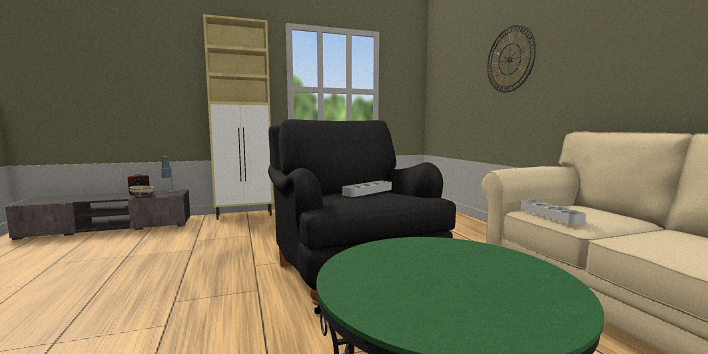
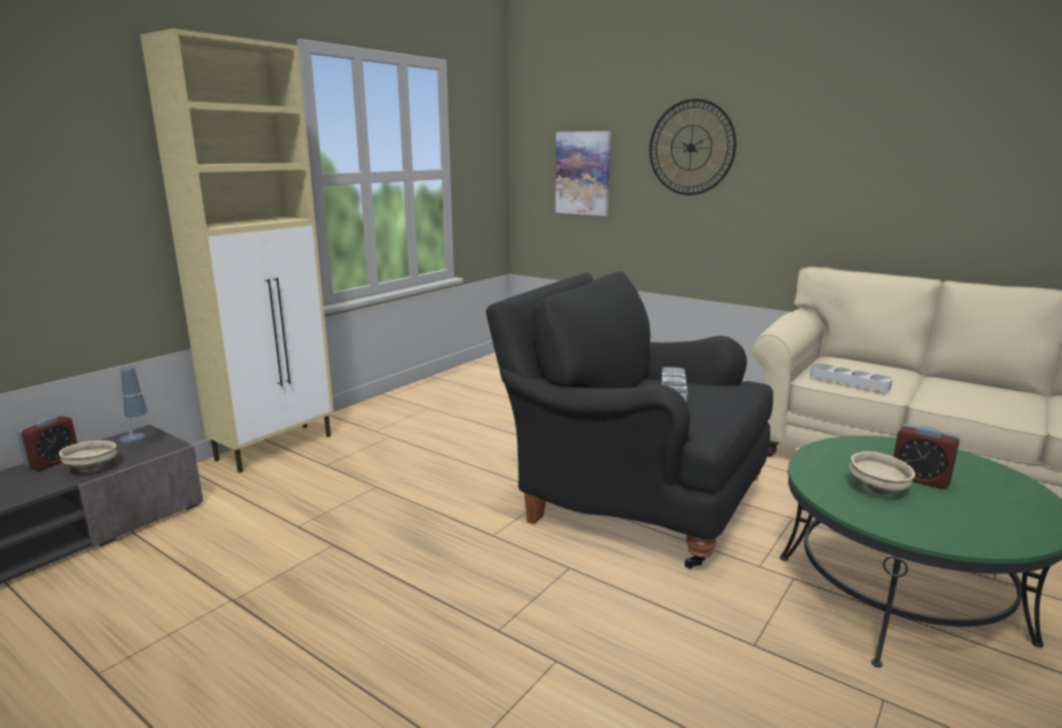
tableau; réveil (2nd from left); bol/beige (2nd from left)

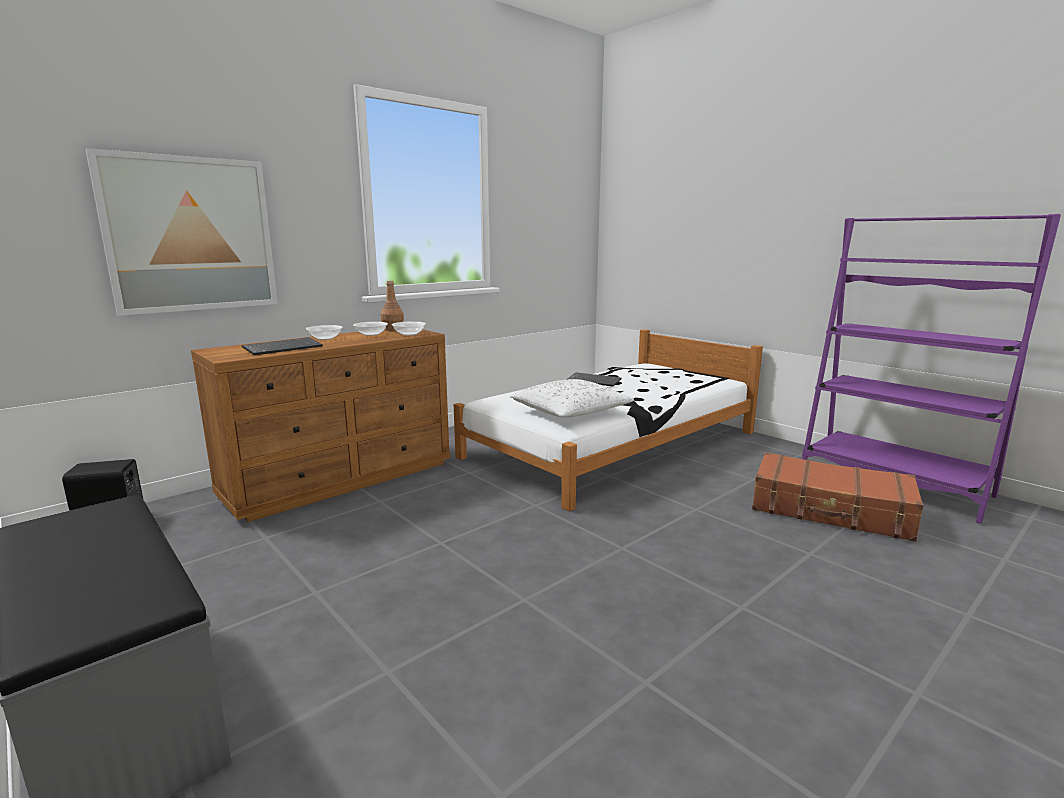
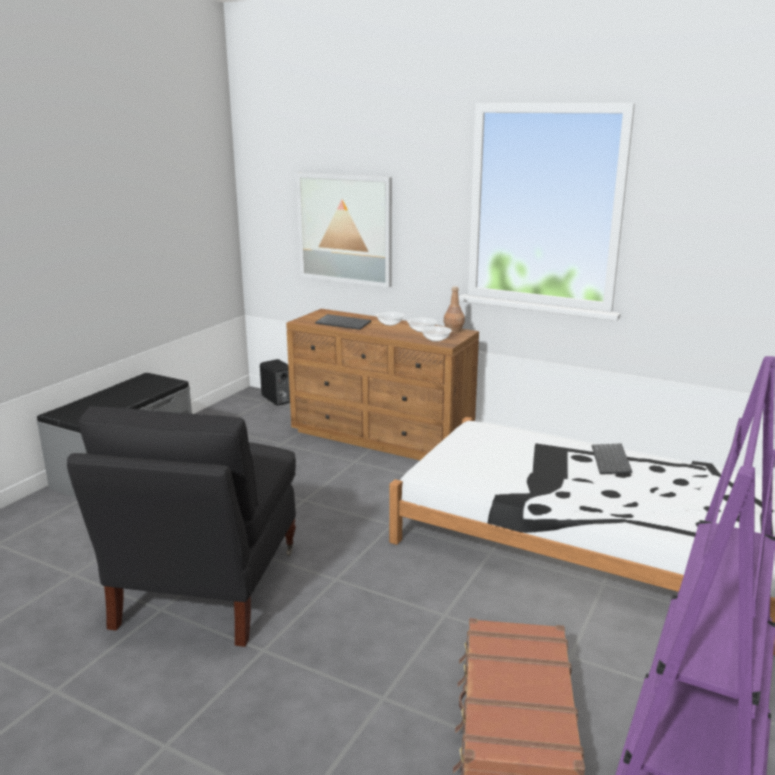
coussin/blanc; fauteuil/noir

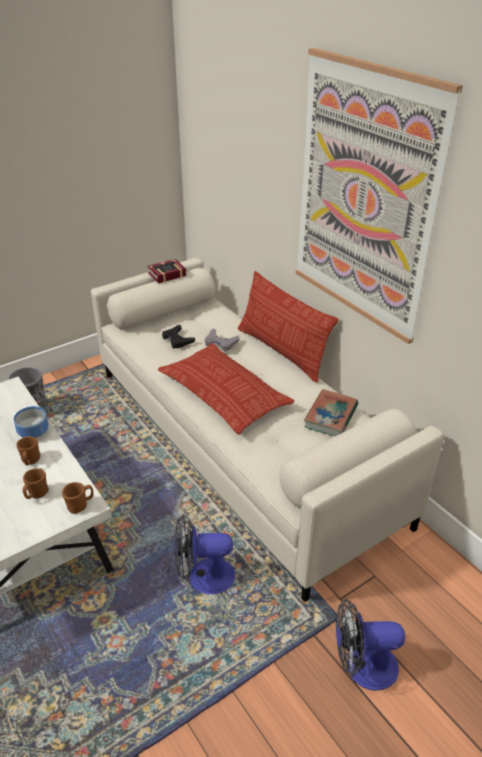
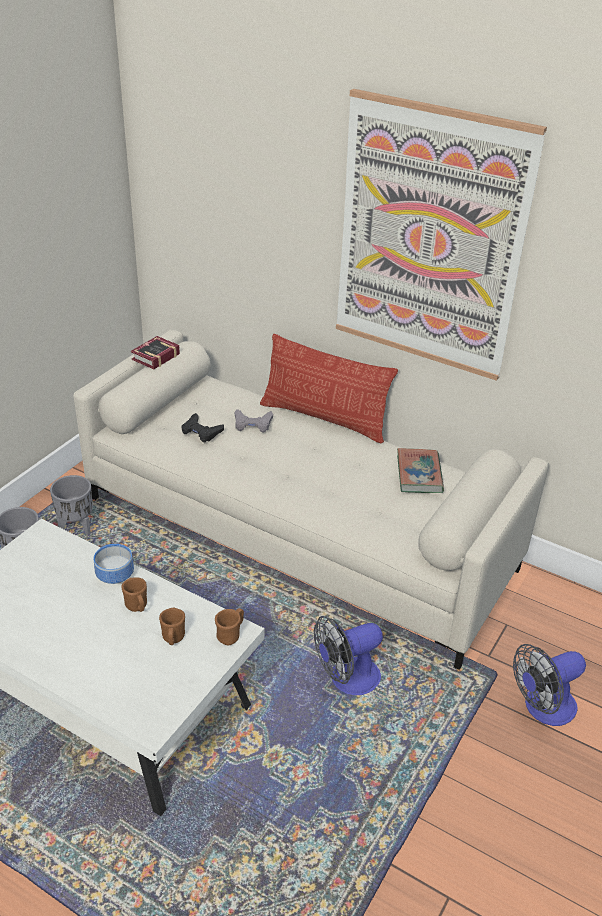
coussin (1st from left in the first image); cache-pot/gris (2nd from left)

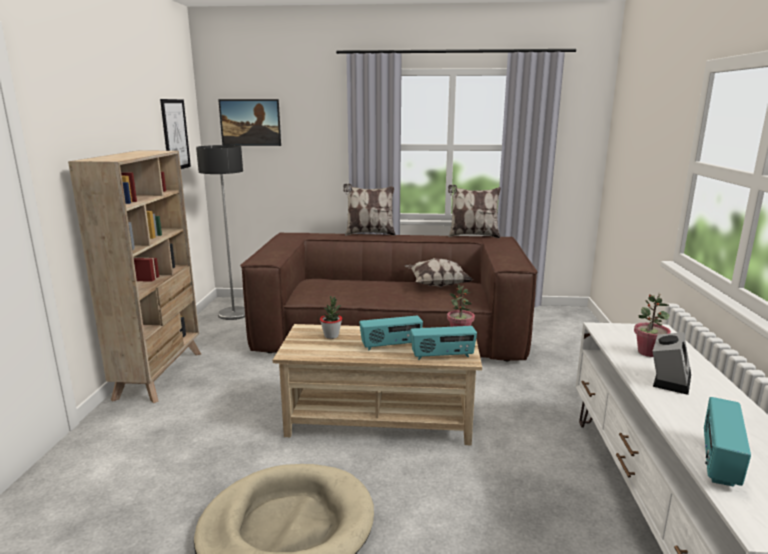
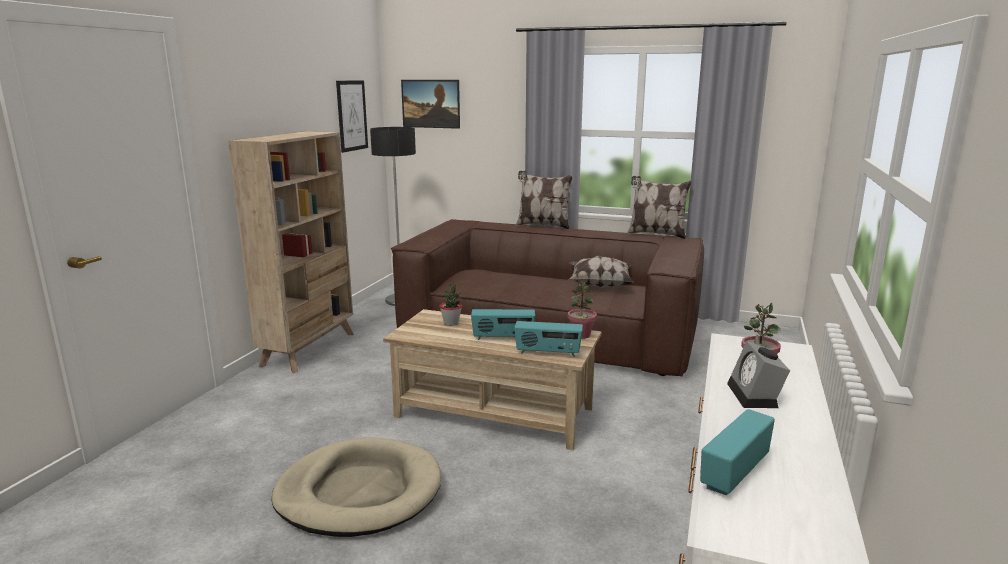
réveil

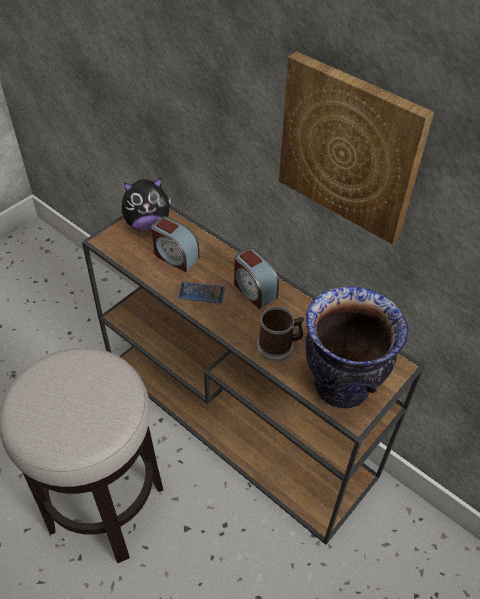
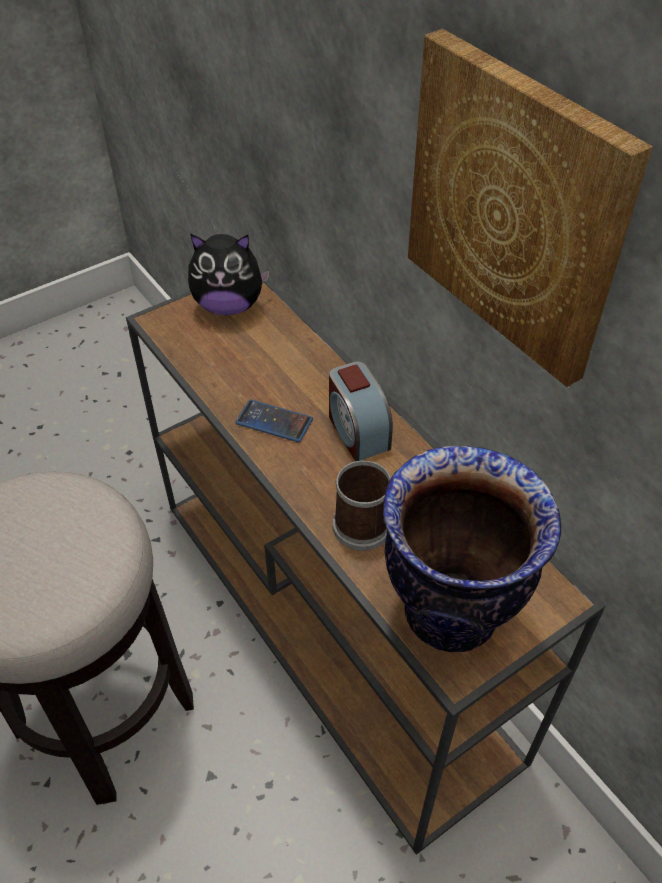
réveil (1st from left in the first image)

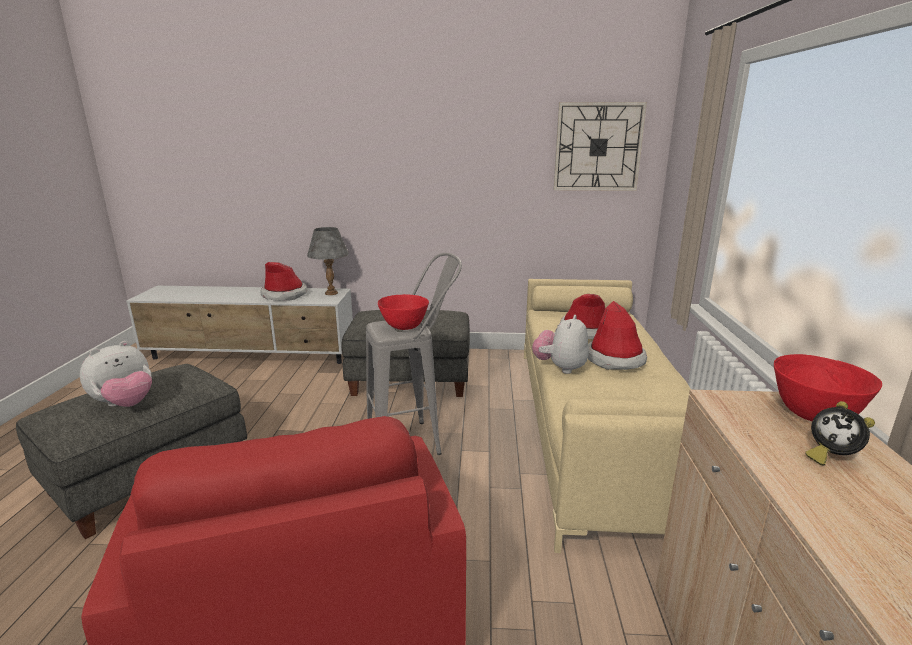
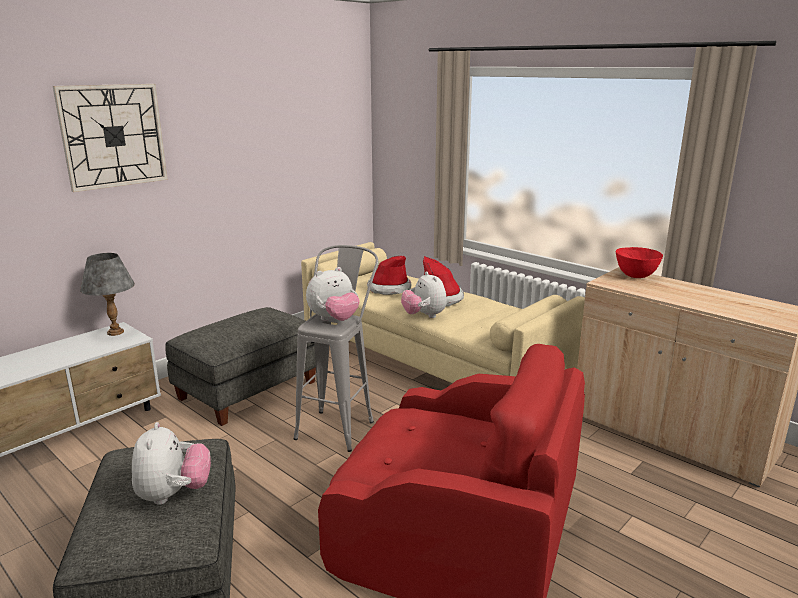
horloge murale; chapeau (1st from left in the first image); peluche (2nd from left); réveil

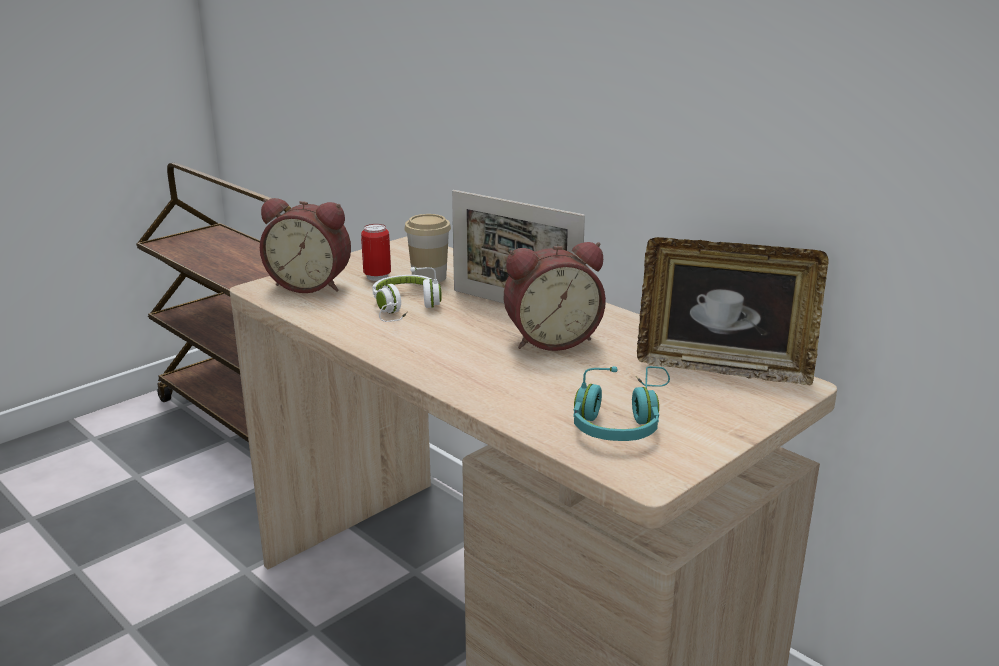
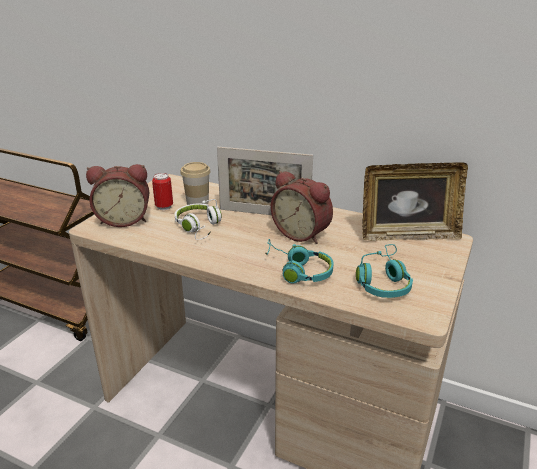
réveil (2nd from left); casque audio/turquoise (1st from left)

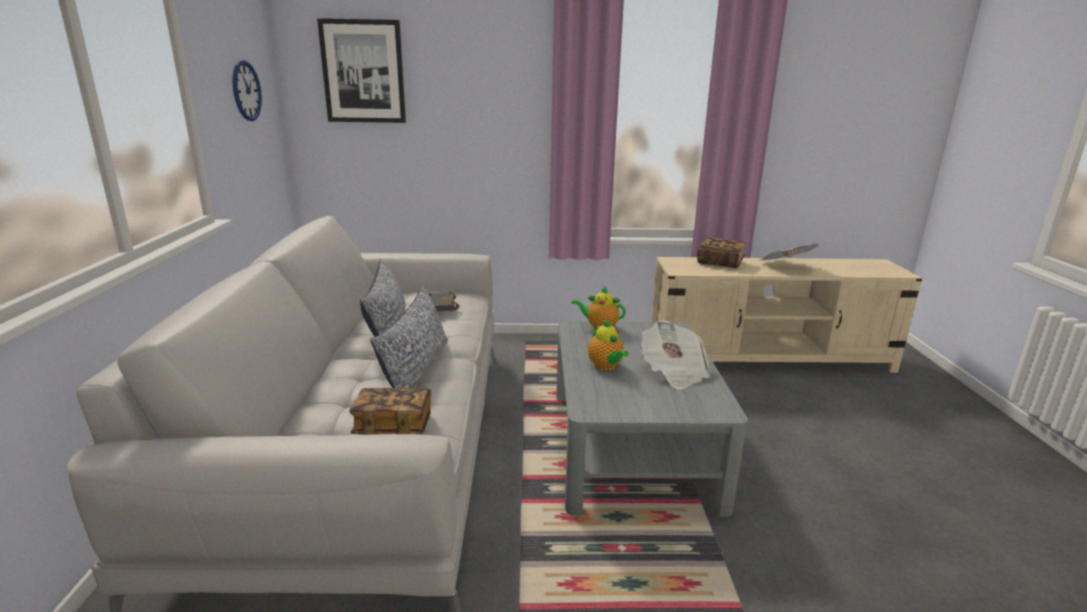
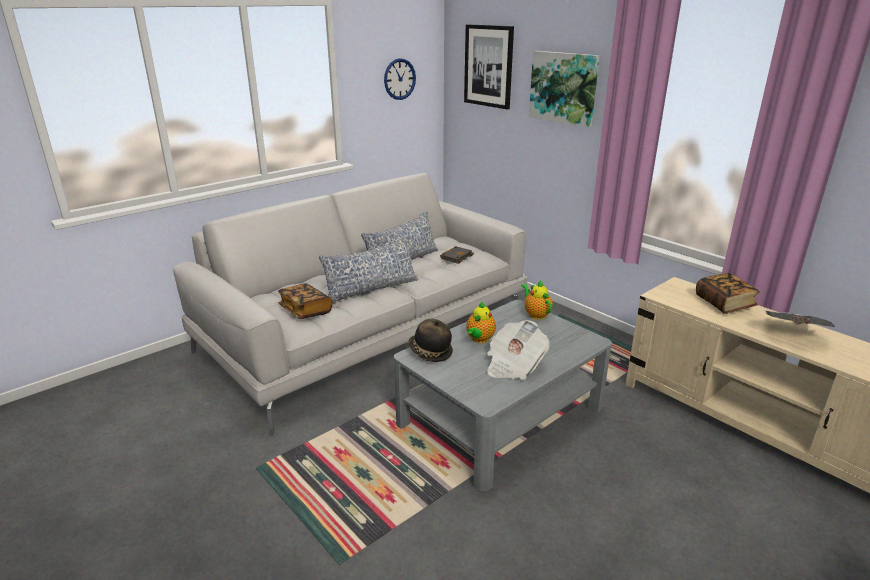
tableau (2nd from left); chapeau

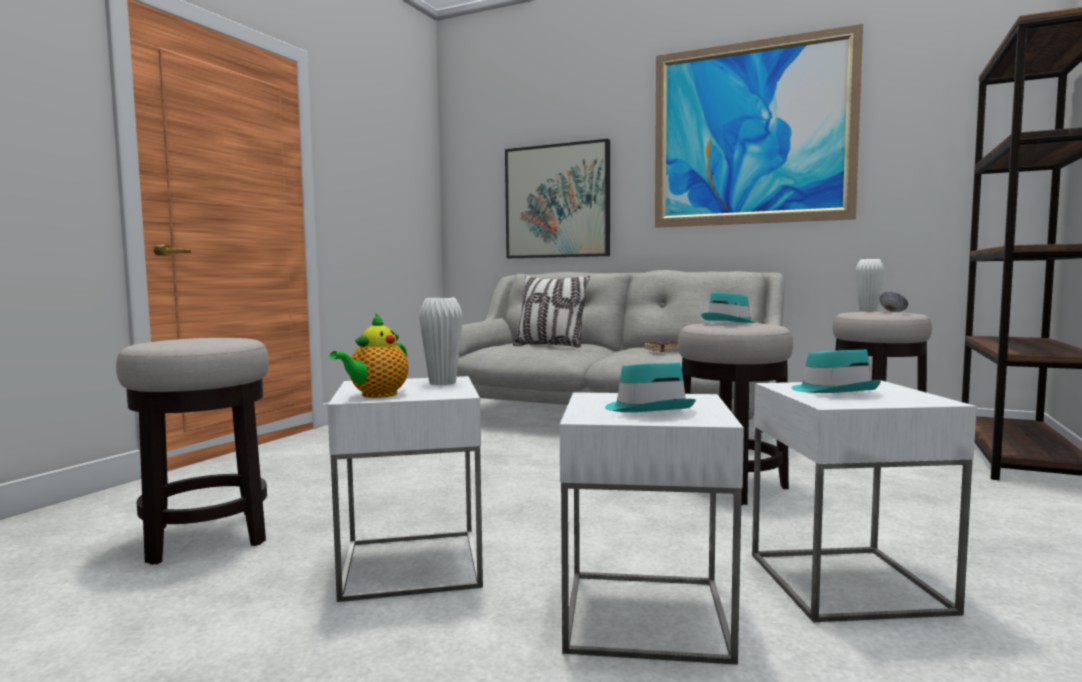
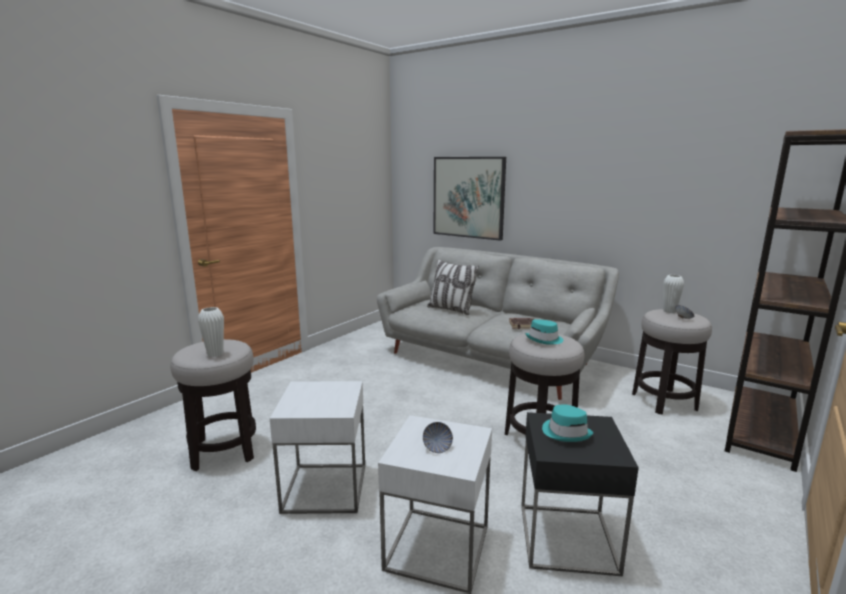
tableau (2nd from left in the first image); vase/blanc (1st from left); théière; bol (1st from left); table d'appoint/noir

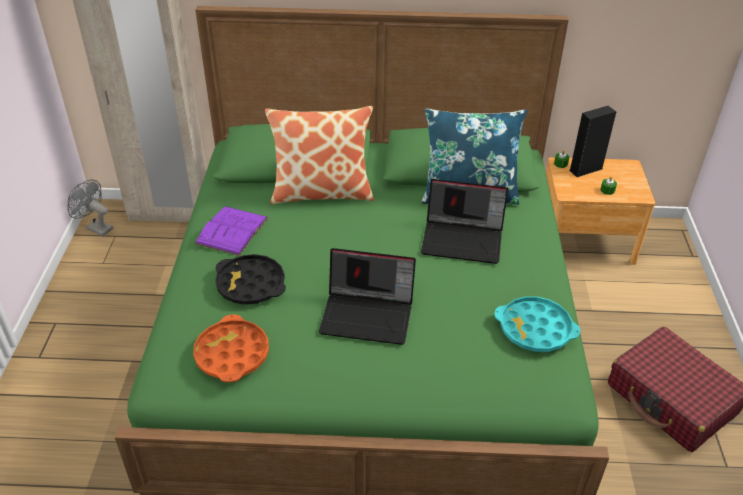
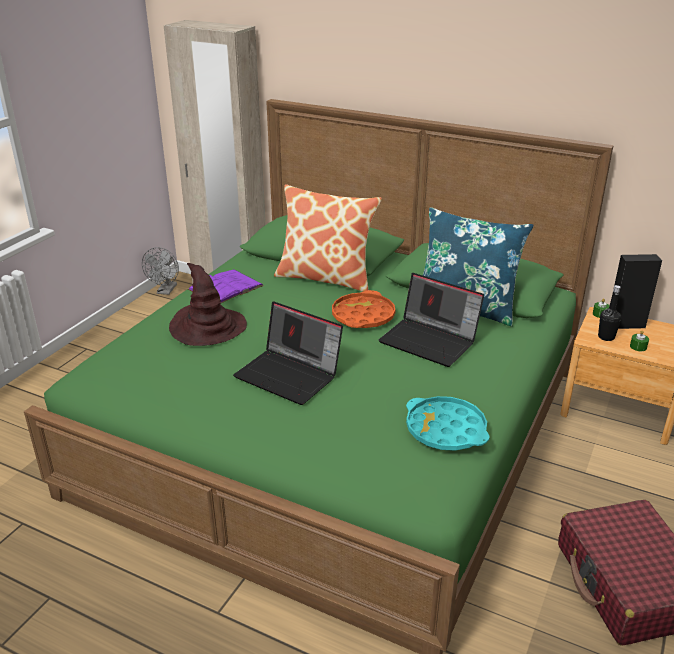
ventilateur/gris; chapeau/marron; plateau/orange; bouteille/noir

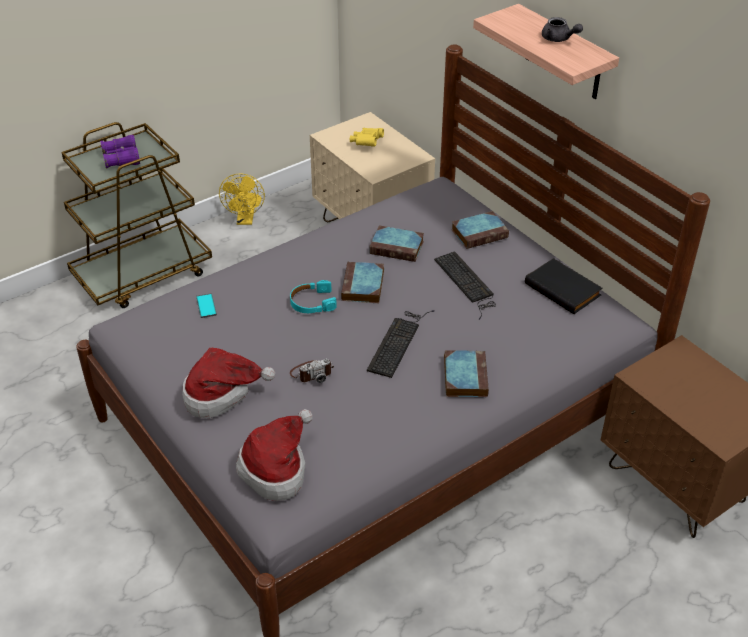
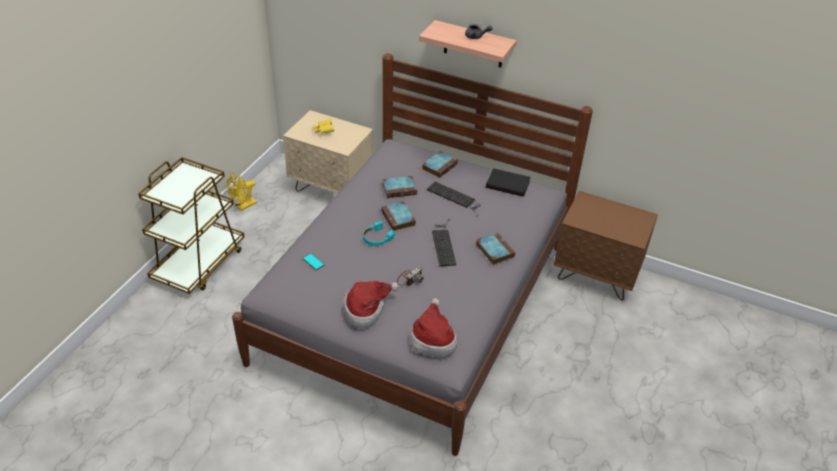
jumelles/violet; ventilateur/jaune

